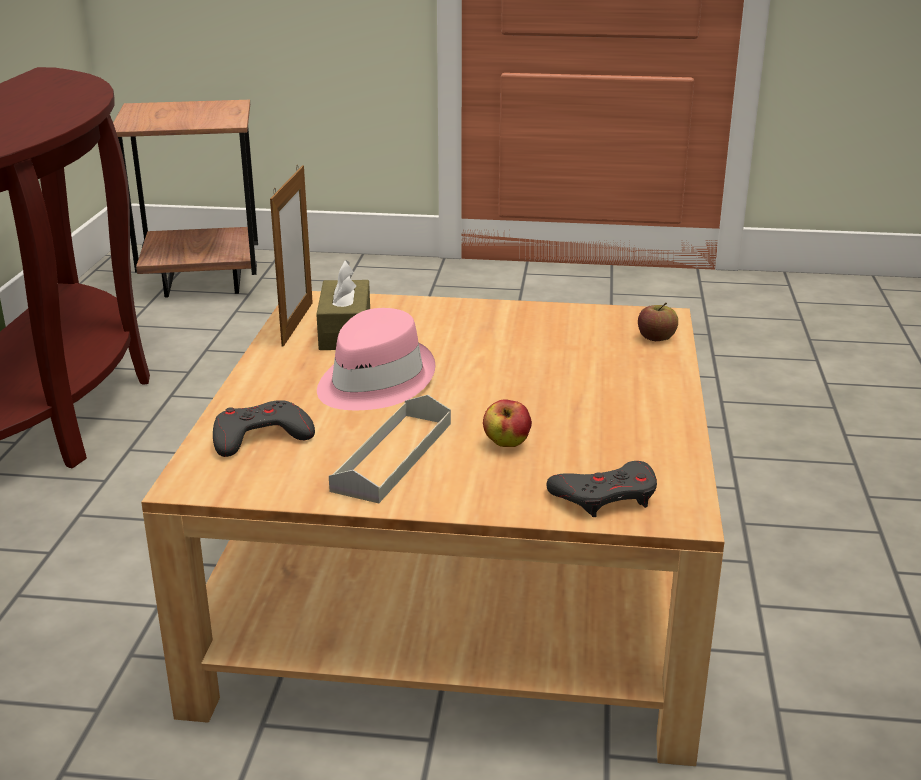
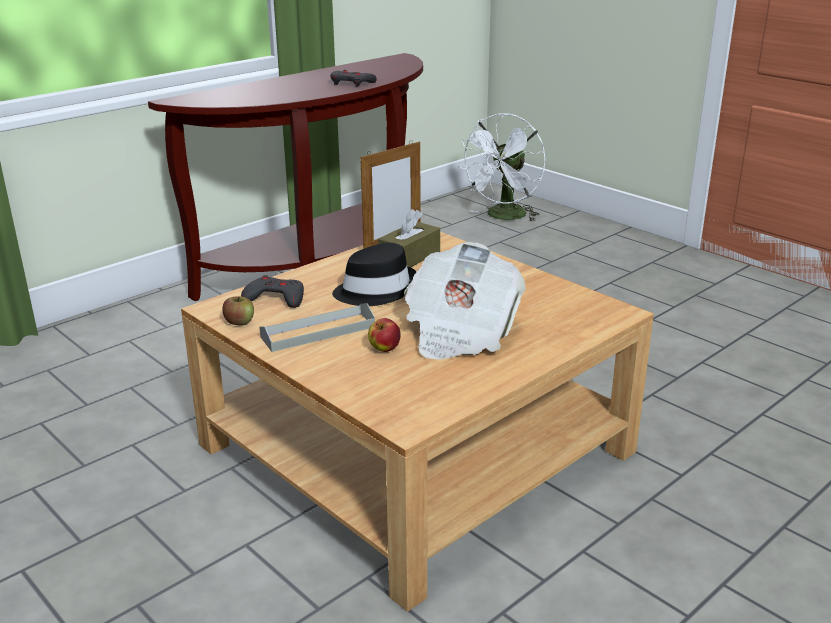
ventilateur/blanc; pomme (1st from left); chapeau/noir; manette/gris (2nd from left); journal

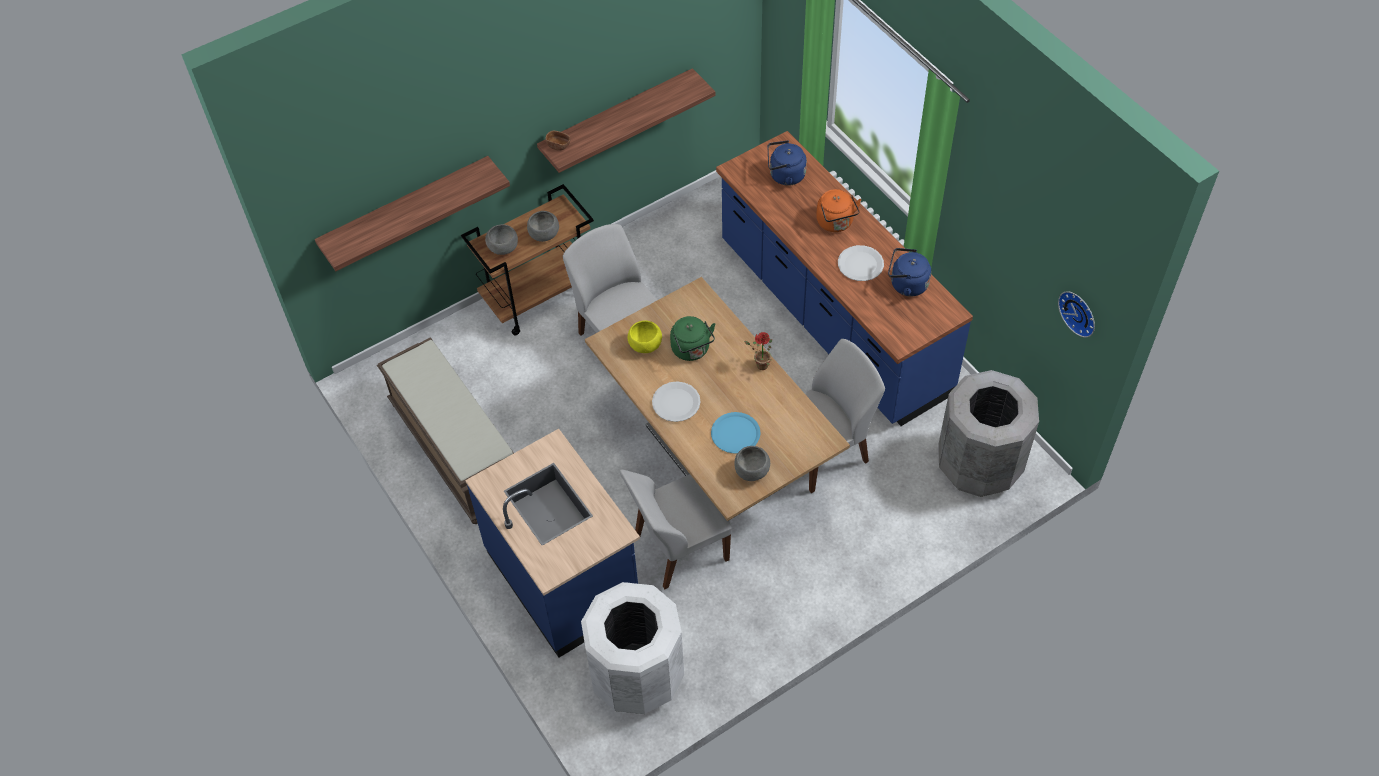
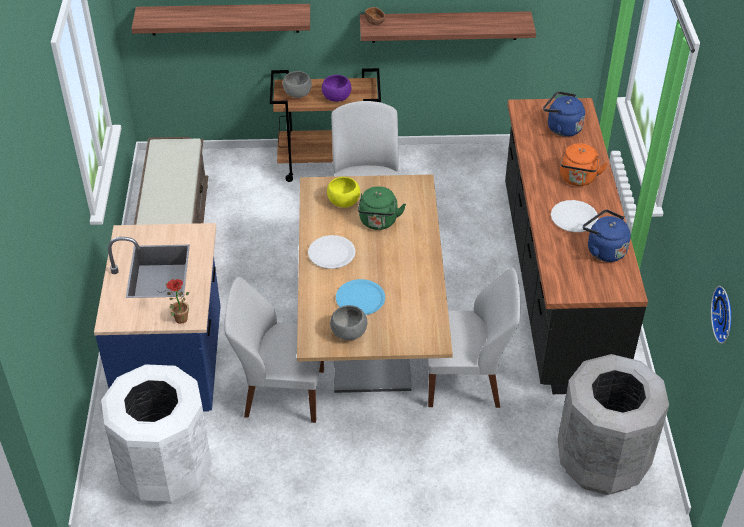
comptoir de cuisine/noir; bol/violet; plante en pot

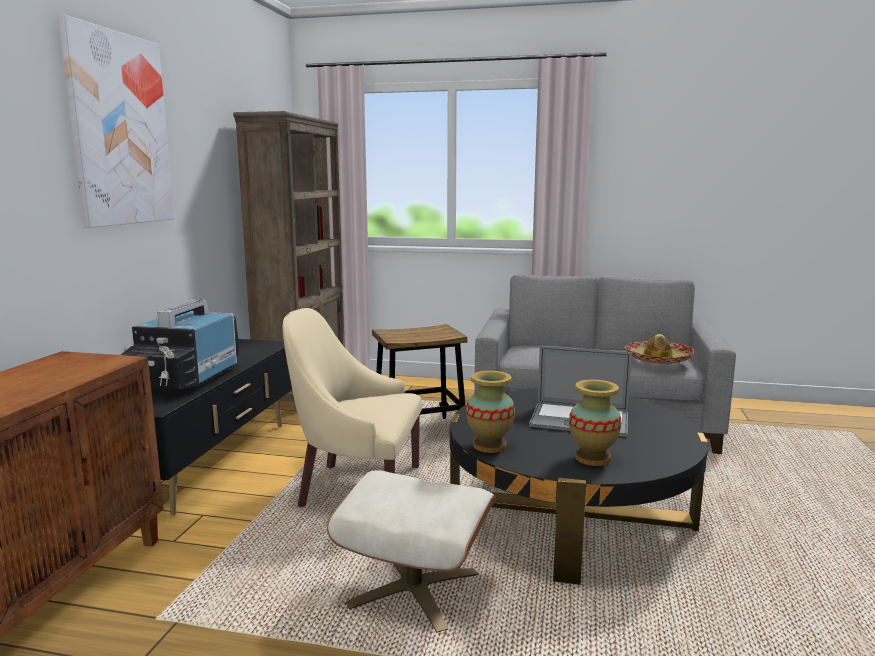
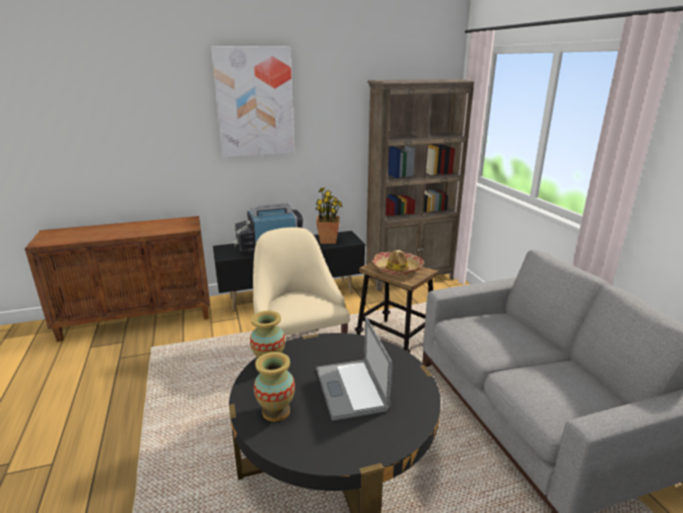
chapeau; pouf/beige; plante en pot

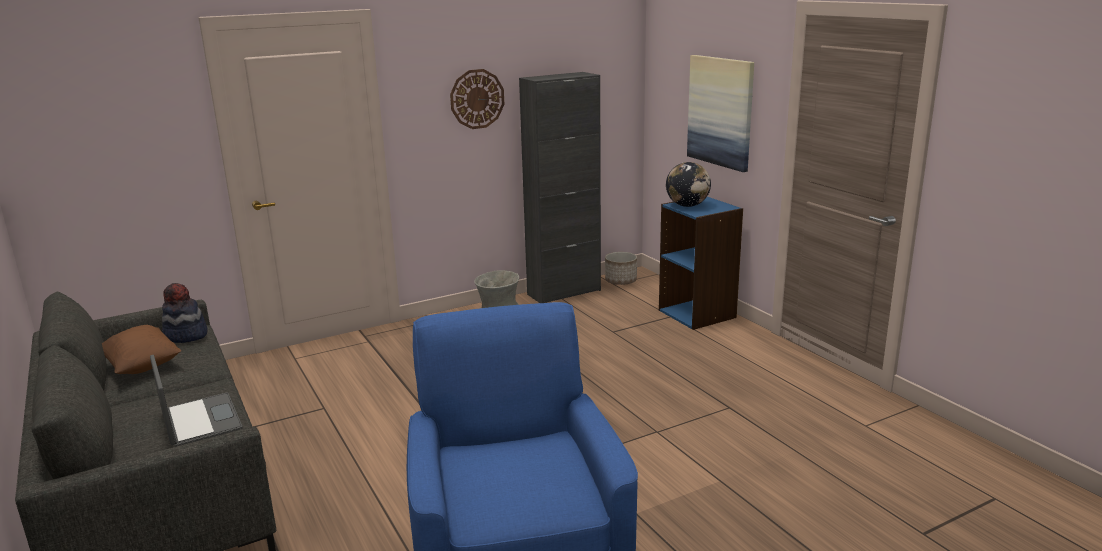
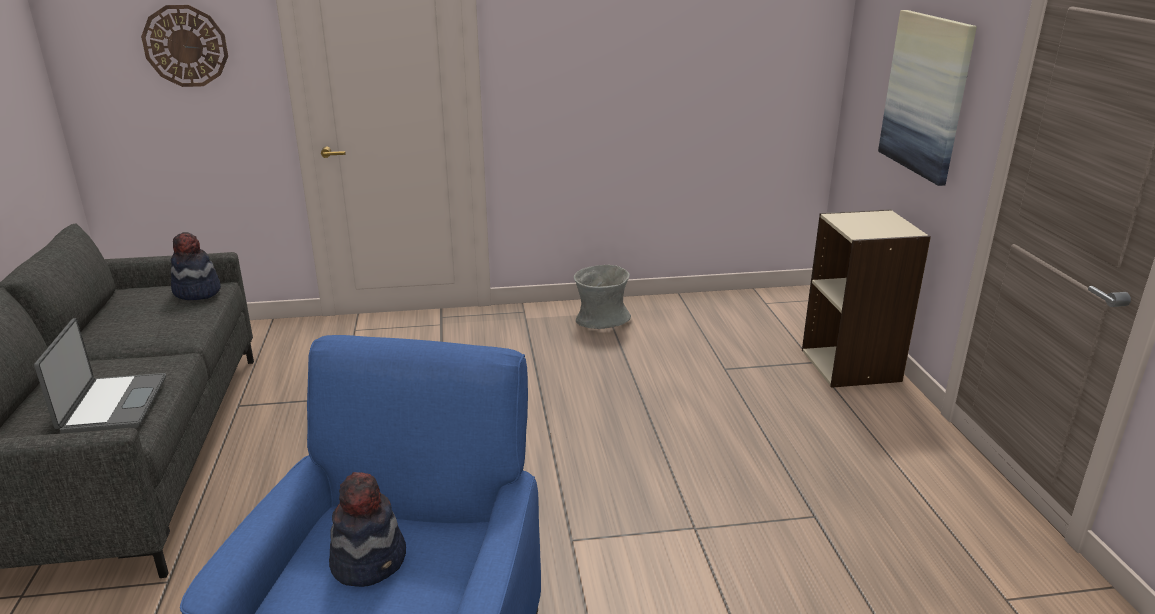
horloge murale; meuble de rangement/noir; globe; bibliothèque/beige; cache-pot; coussin/marron; chapeau (2nd from left)

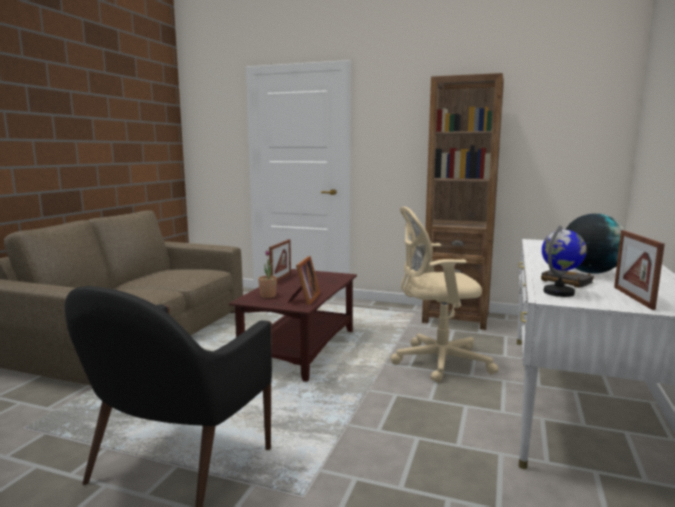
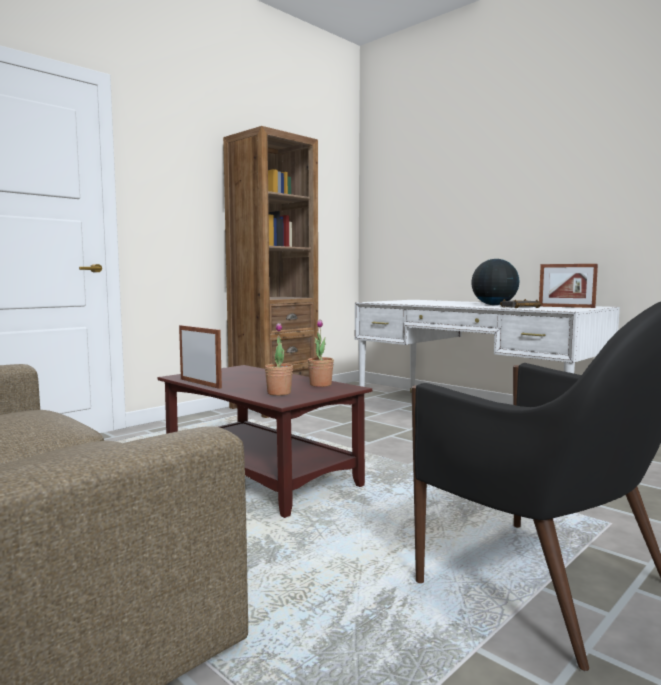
chaise de bureau/beige; globe (1st from left in the first image); plante en pot (2nd from left)

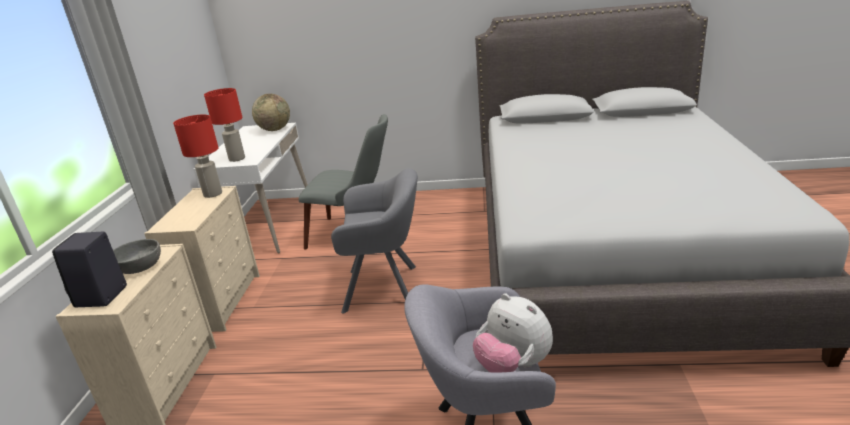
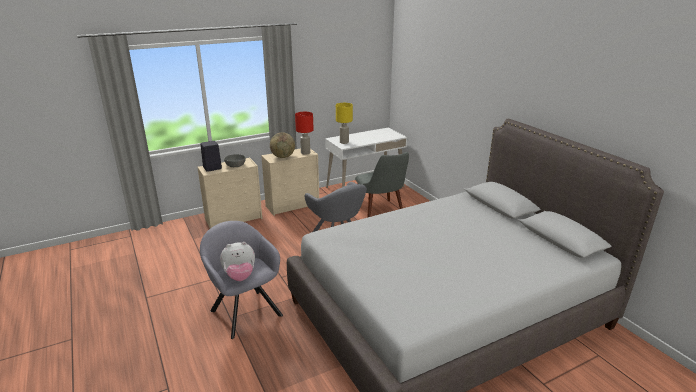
lampe de table/jaune; globe; peluche

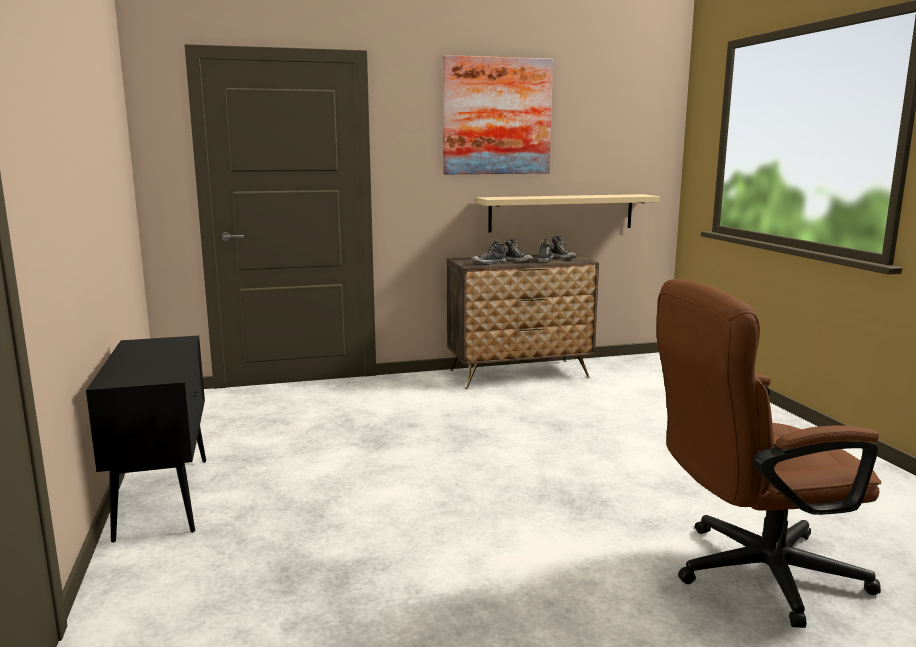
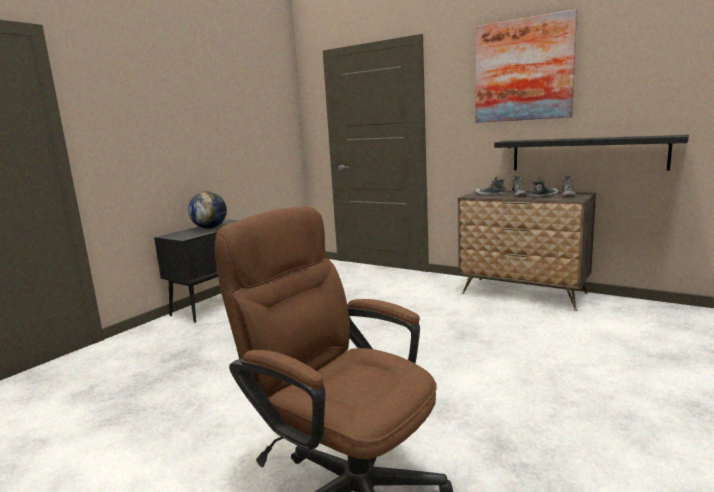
étagère/noir; globe

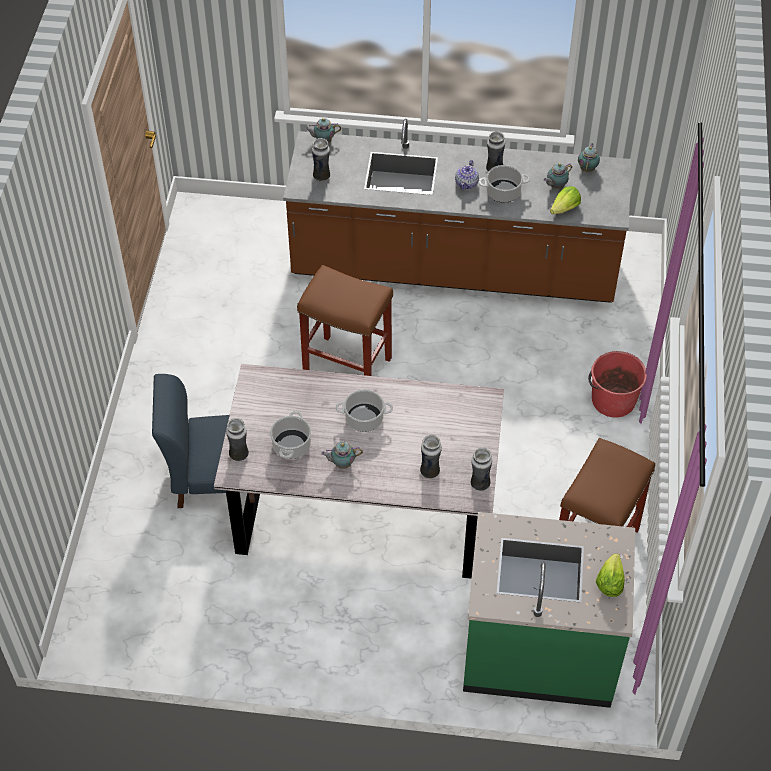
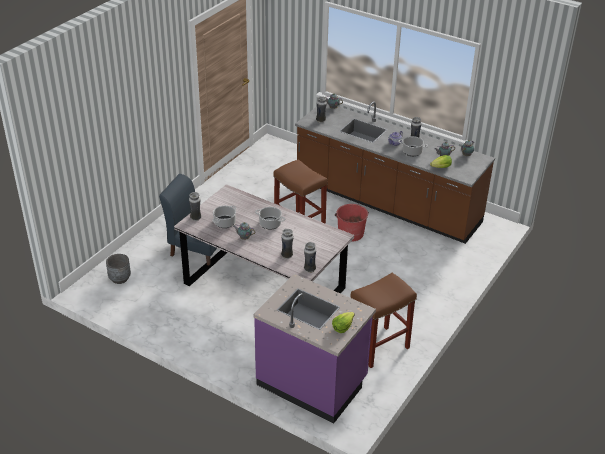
seau/rouge; comptoir de cuisine/violet; cache-pot/gris

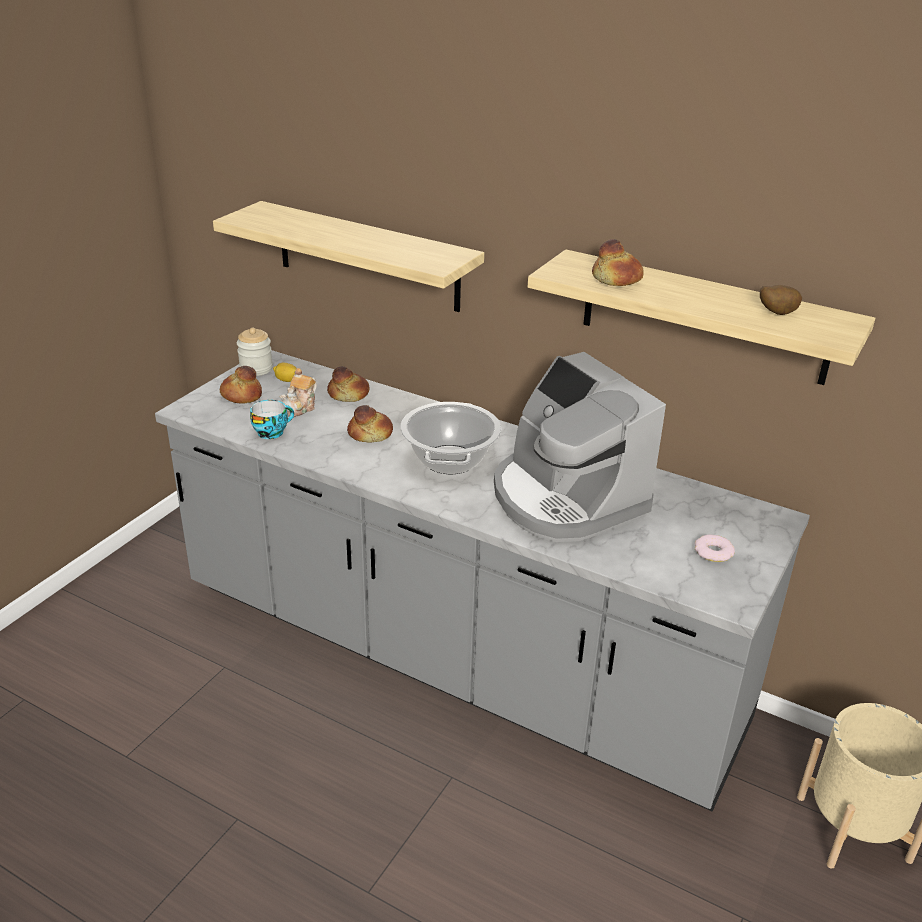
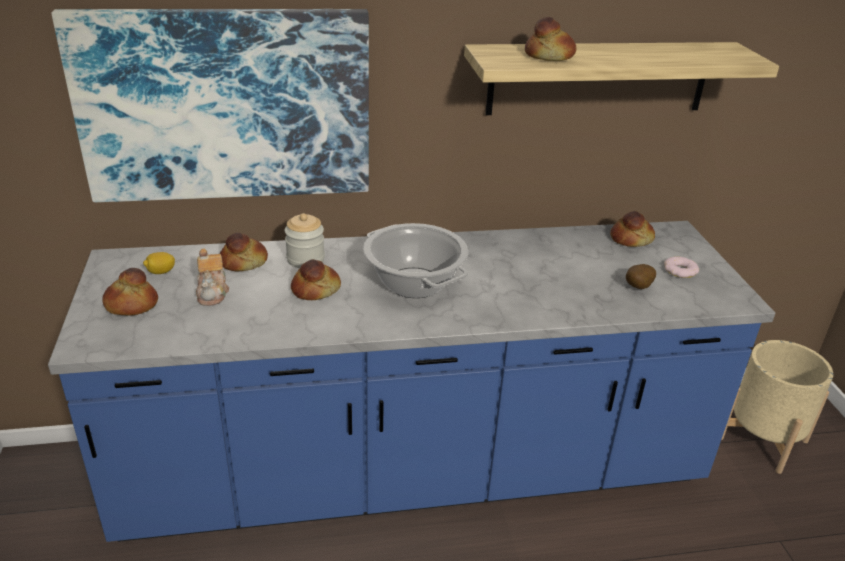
tableau; pomme de terre; bocal; comptoir de cuisine/bleu; machine à café; tasse; pain (5th from left)

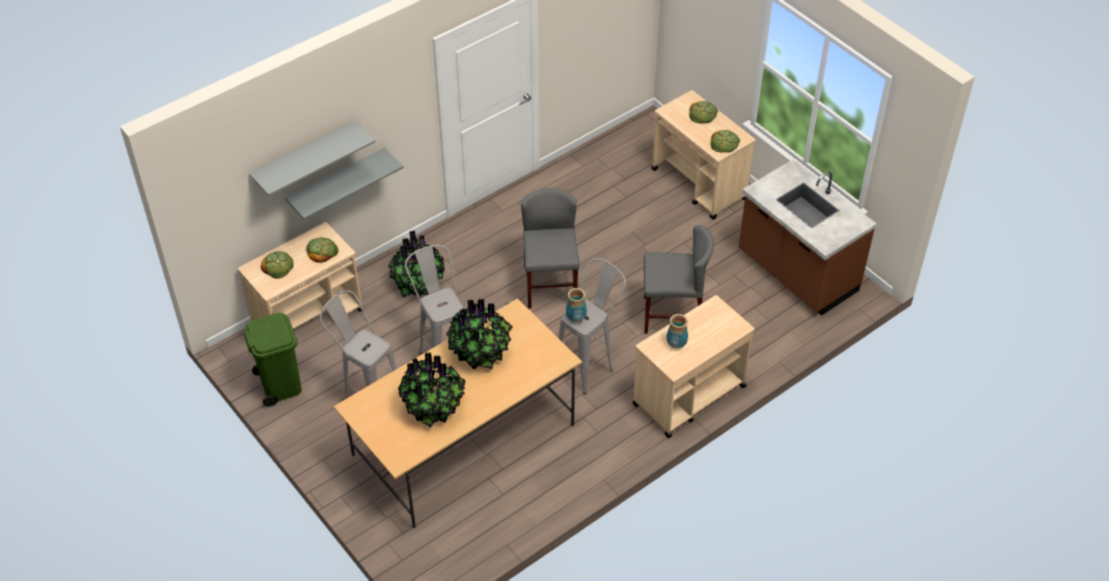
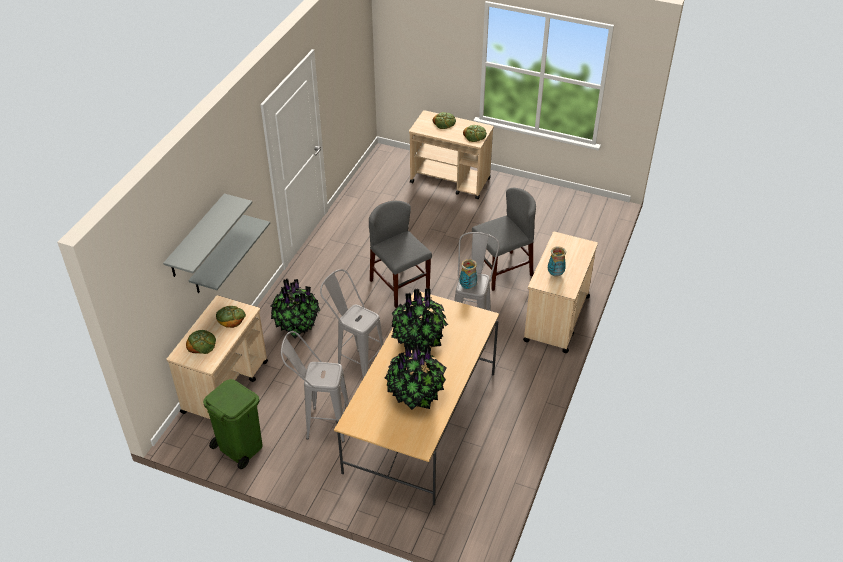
comptoir de cuisine/marron

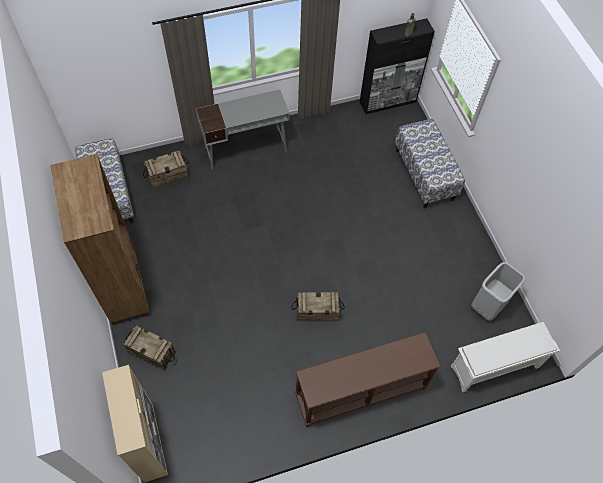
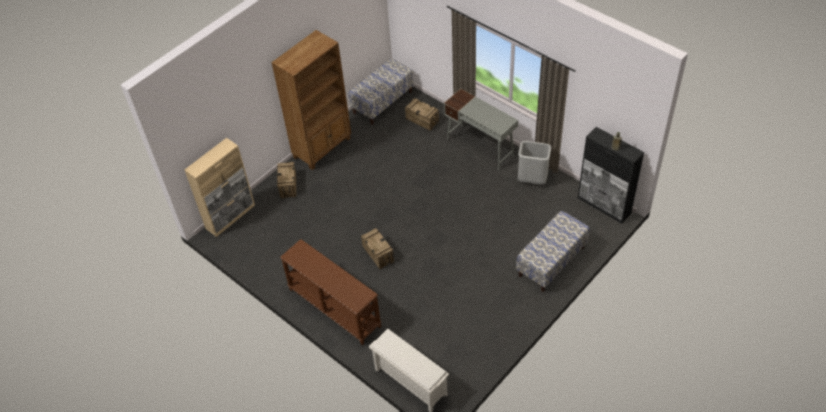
poubelle/gris

